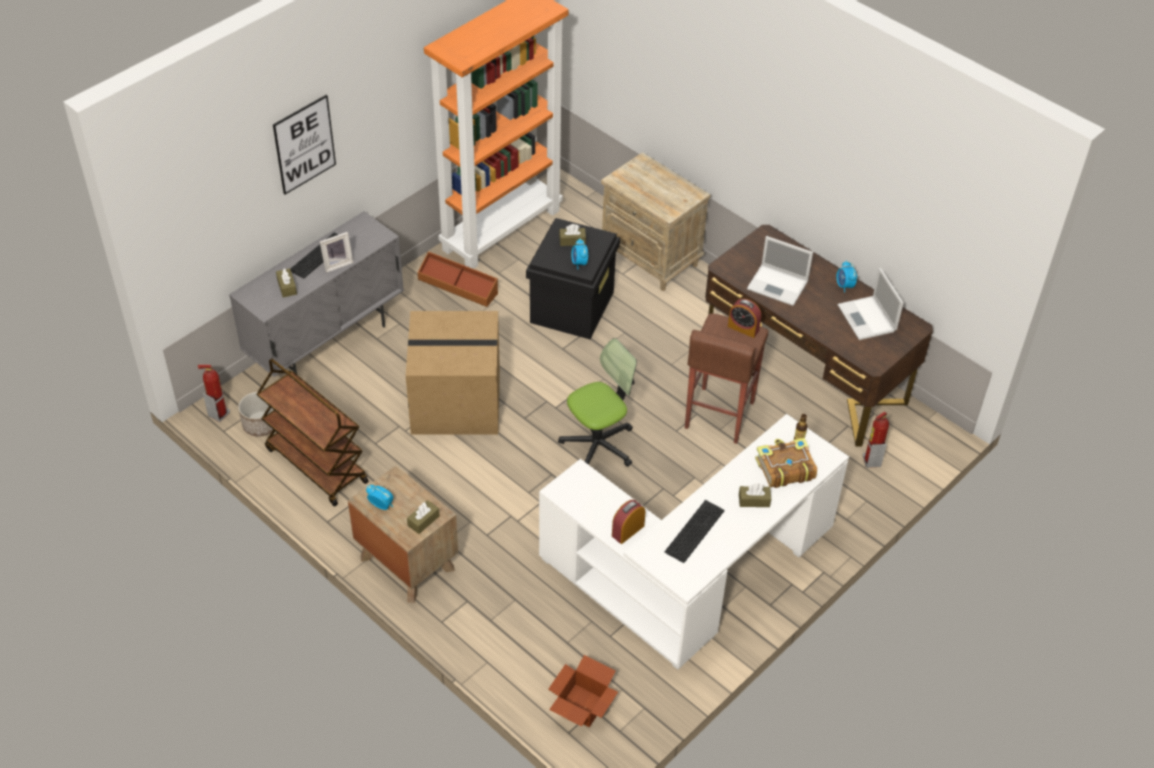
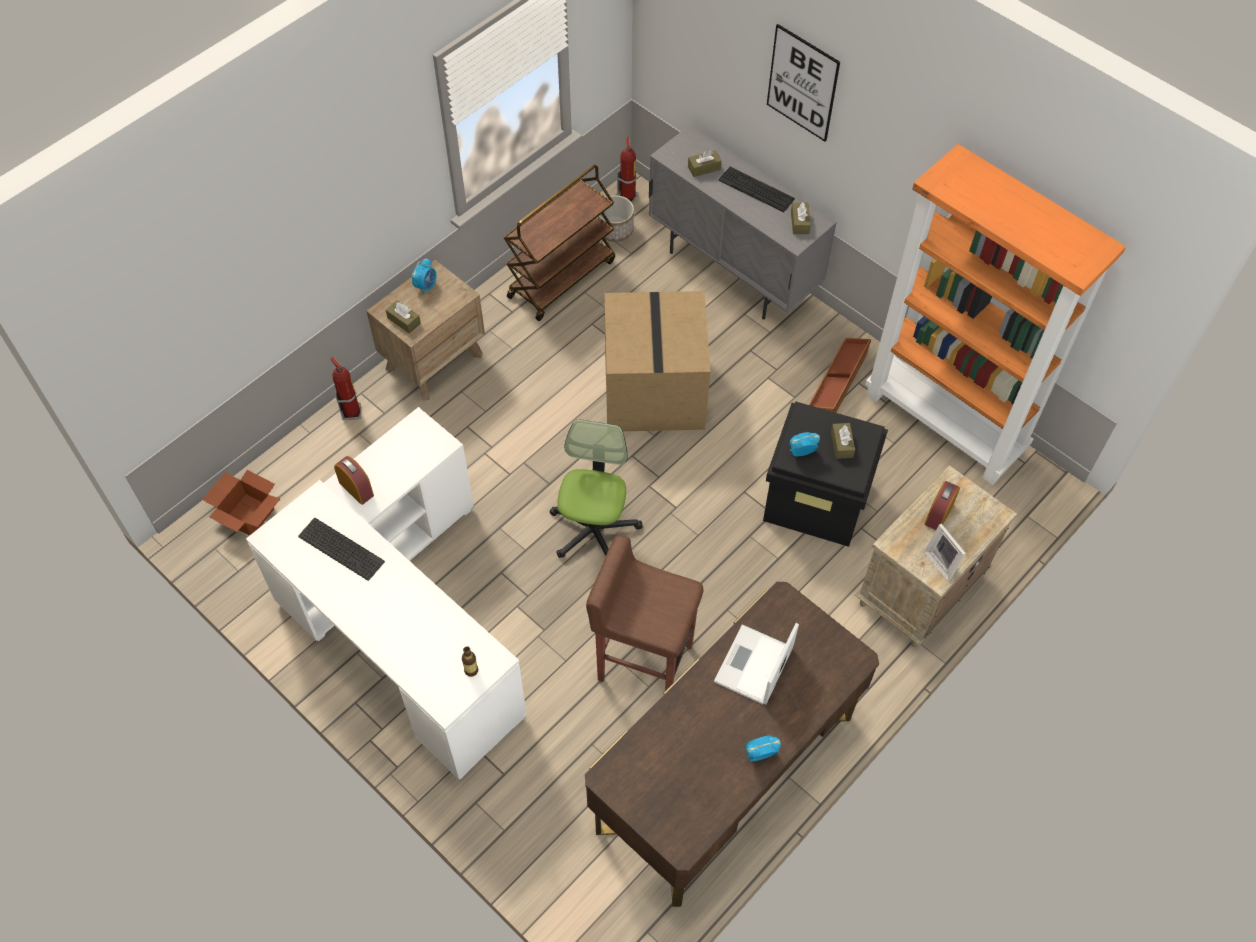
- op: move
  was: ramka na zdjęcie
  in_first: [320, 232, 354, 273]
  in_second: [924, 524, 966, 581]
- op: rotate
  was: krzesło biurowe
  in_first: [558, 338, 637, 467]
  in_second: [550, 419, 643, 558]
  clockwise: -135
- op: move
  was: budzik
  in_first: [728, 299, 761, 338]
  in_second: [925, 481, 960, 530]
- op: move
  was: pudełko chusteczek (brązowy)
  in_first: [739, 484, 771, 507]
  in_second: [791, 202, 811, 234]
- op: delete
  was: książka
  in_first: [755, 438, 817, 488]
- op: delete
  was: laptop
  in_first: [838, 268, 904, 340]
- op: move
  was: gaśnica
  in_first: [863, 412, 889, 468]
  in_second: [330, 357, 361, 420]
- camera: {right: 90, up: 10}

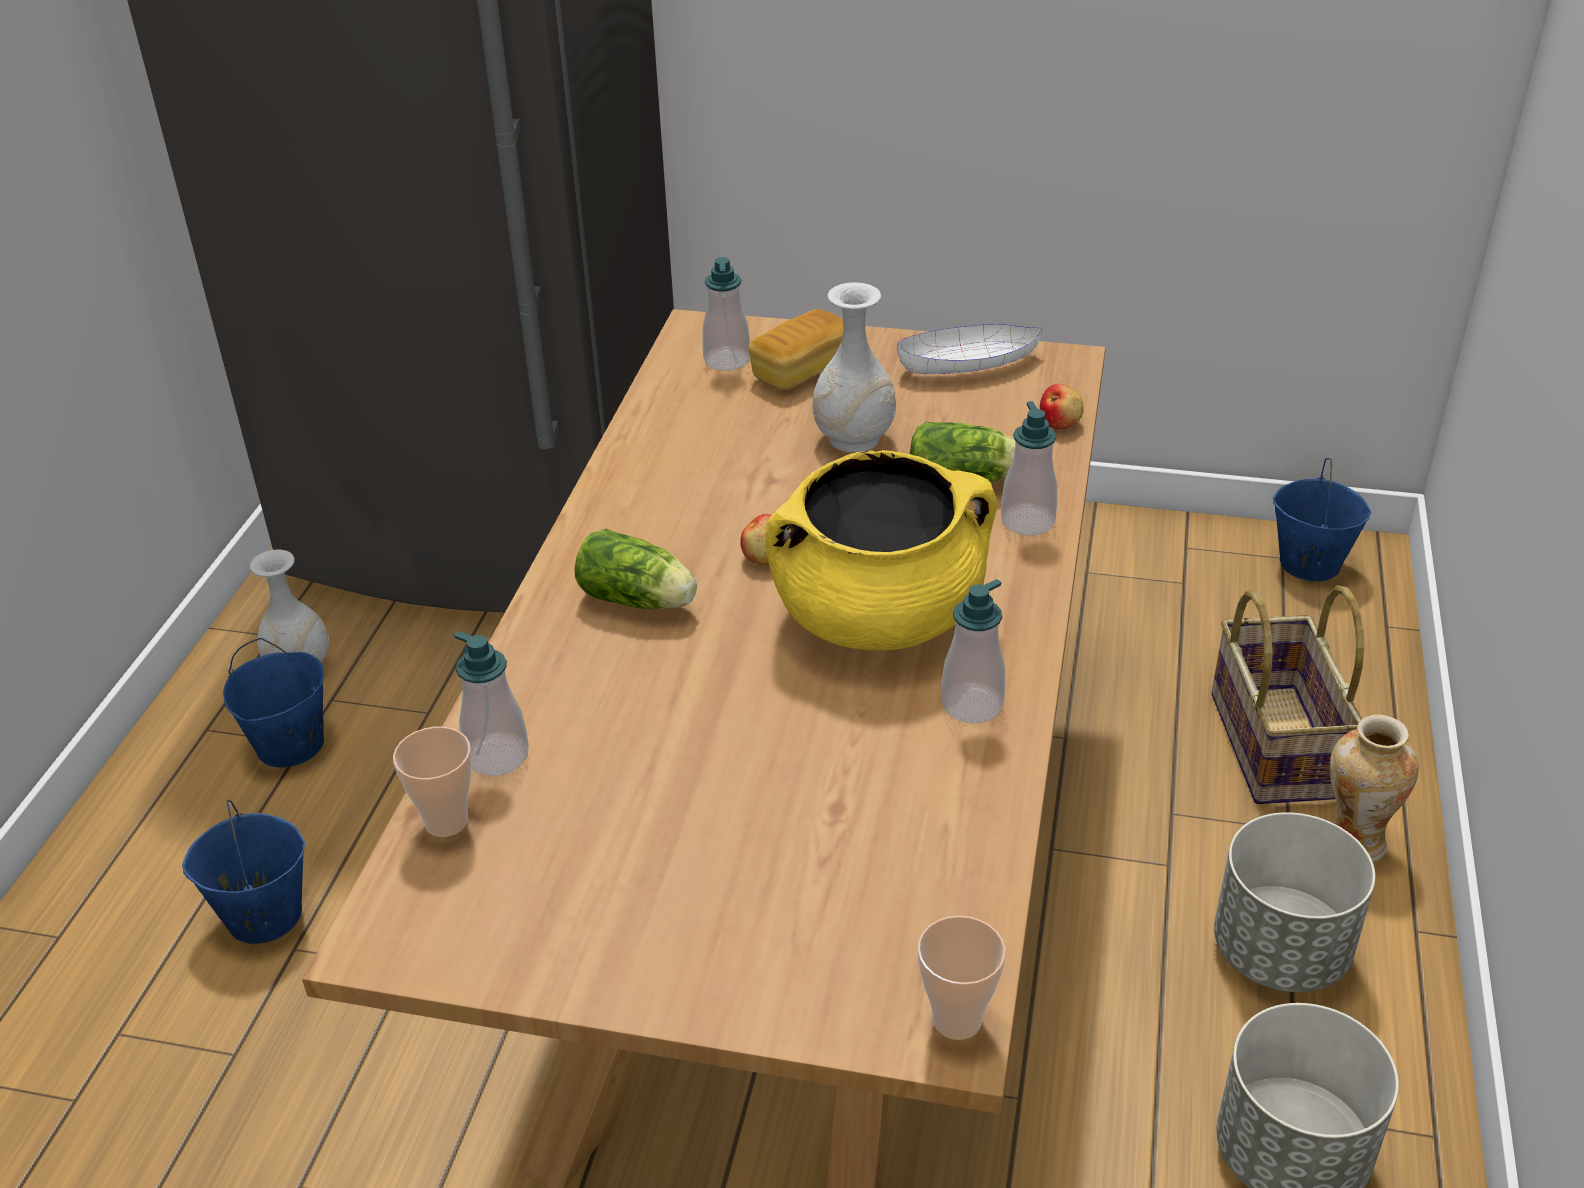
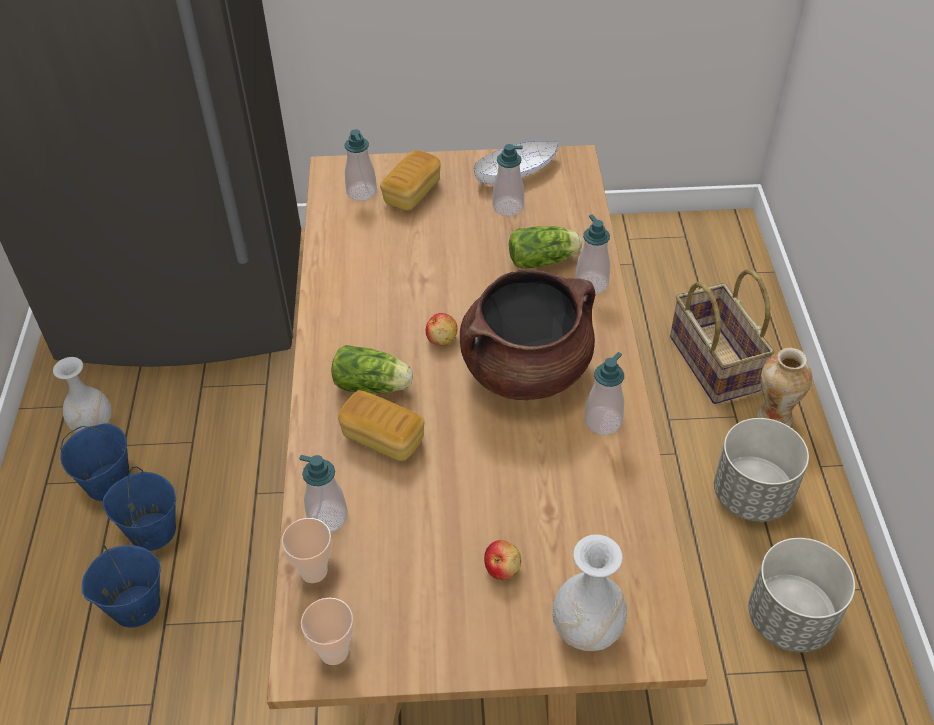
- op: recolor
  was: garnek (żółty)
  now: garnek (brązowy)
  in_first: [765, 450, 997, 650]
  in_second: [460, 270, 595, 400]
- op: move
  was: wazon (biały)
  in_first: [812, 282, 896, 453]
  in_second: [552, 535, 627, 651]
- op: move
  was: filiżanka
  in_first: [917, 916, 1006, 1040]
  in_second: [301, 598, 353, 665]
- op: move
  was: jabłko
  in_first: [1040, 384, 1084, 429]
  in_second: [484, 540, 521, 580]
- op: move
  was: wiadro (niebieski)
  in_first: [1273, 458, 1371, 581]
  in_second: [102, 467, 176, 551]
- op: insert
  now: chleb
  in_second: [338, 390, 425, 461]
- op: insert
  now: dozownik mydła
  in_second: [492, 144, 524, 216]
- camera: {right: -15, up: 10}

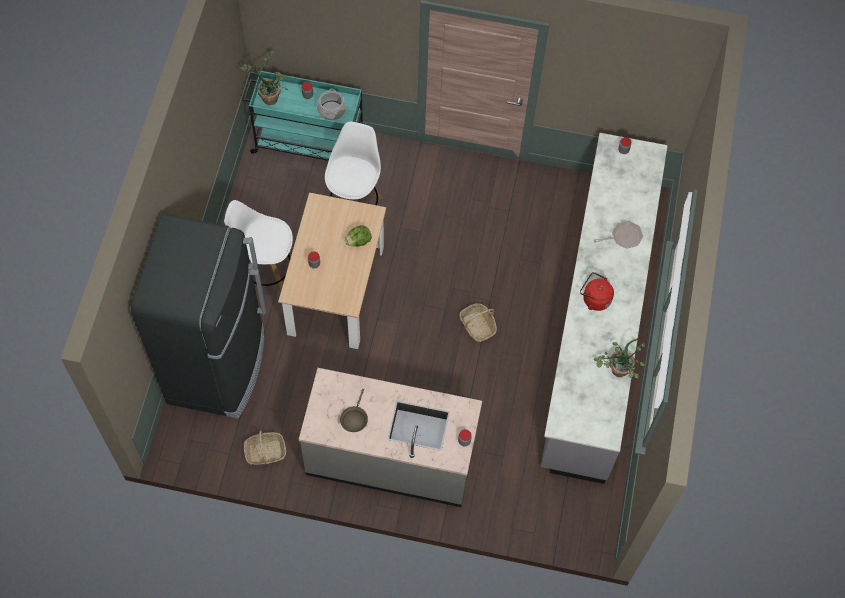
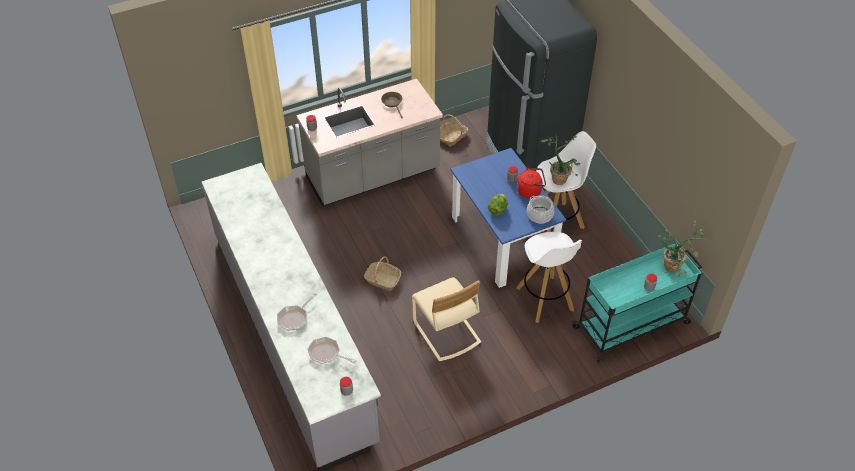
- op: recolor
  was: stół jadalny (beżowy)
  now: stół jadalny (niebieski)
  in_first: [278, 193, 386, 349]
  in_second: [450, 148, 566, 288]
- op: move
  was: garnek
  in_first: [317, 89, 346, 120]
  in_second: [527, 195, 554, 224]
- op: move
  was: czajnik (czerwony)
  in_first: [580, 272, 614, 311]
  in_second: [517, 168, 546, 198]
- op: move
  was: roślina doniczkowa
  in_first: [594, 339, 645, 378]
  in_second: [541, 135, 580, 185]
- op: insert
  now: patelnia
  in_second: [307, 336, 357, 364]
- op: insert
  now: krzesło (beżowy)
  in_second: [412, 277, 481, 362]
- camera: {right: 145, up: -15}

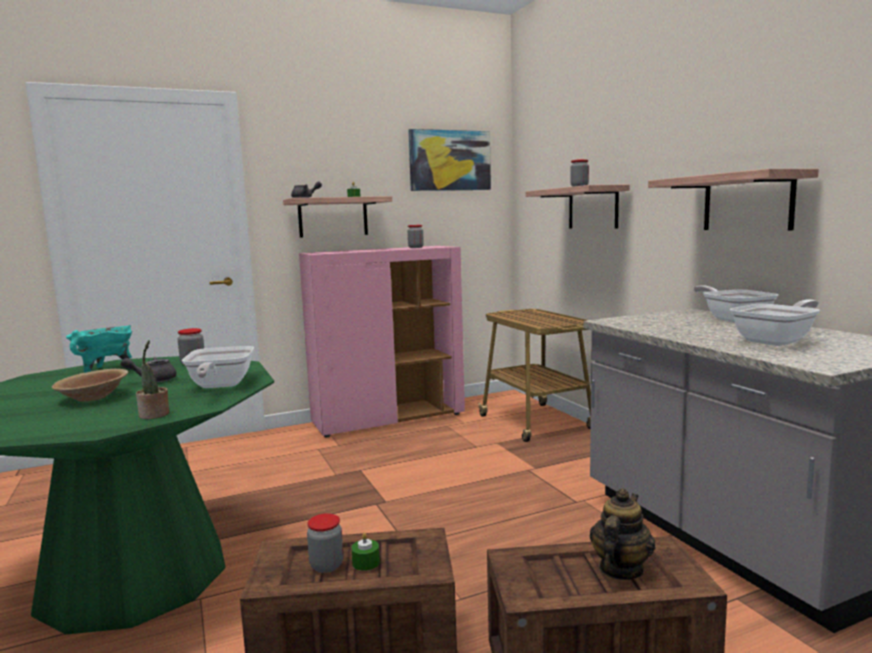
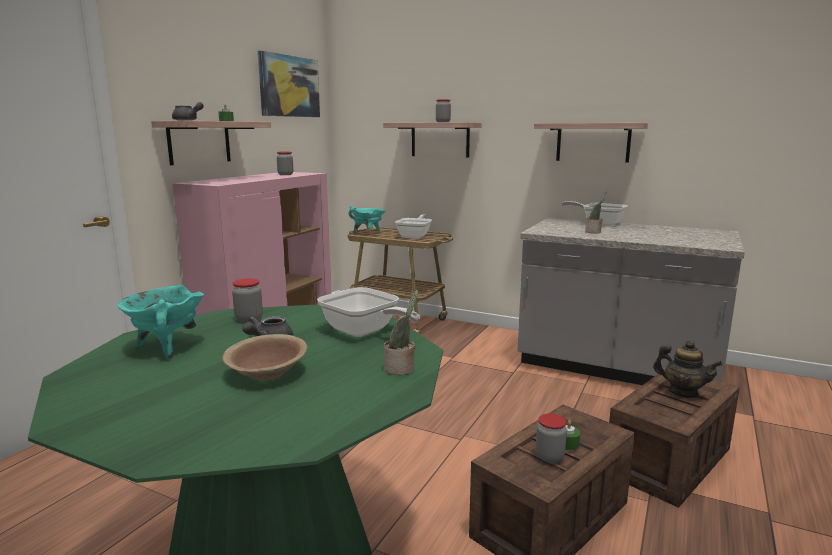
- op: rotate
  was: imbryk
  in_first: [589, 488, 656, 580]
  in_second: [653, 340, 723, 398]
  clockwise: 135
- op: move
  was: patelnia
  in_first: [730, 300, 820, 346]
  in_second: [395, 214, 432, 239]
- op: insert
  now: garnek (turkusowy)
  in_second: [349, 205, 386, 232]
- op: insert
  now: roślina doniczkowa
  in_second: [585, 189, 607, 233]
- camera: {right: -40, up: 5}

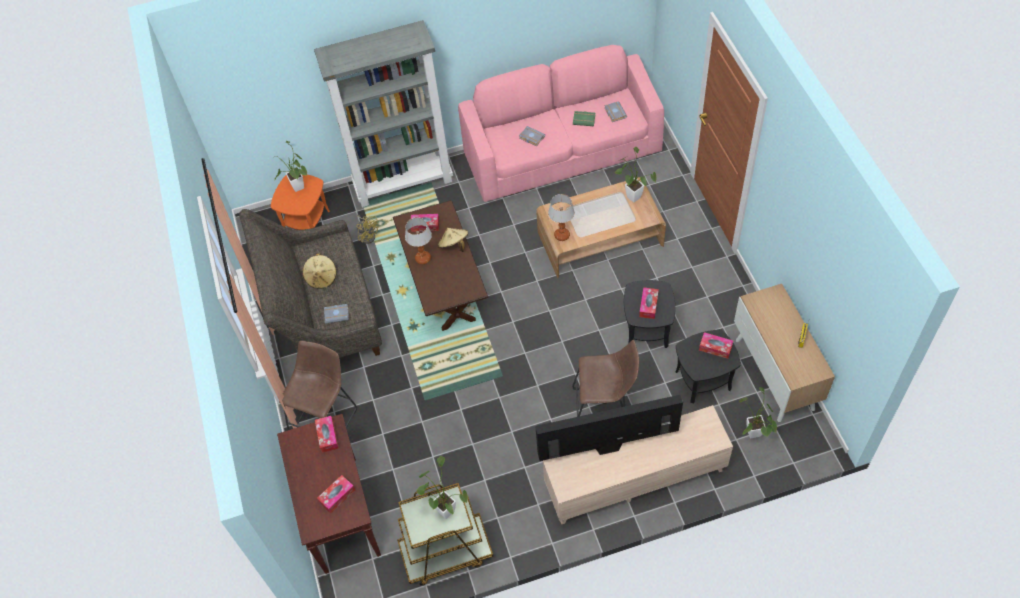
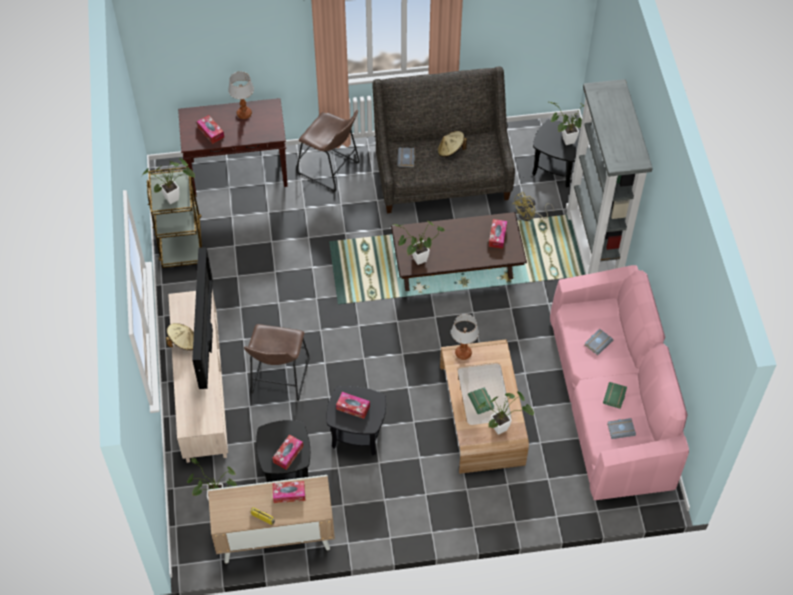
- op: recolor
  was: stolik (pomarańczowy)
  now: stolik (czarny)
  in_first: [271, 175, 330, 230]
  in_second: [532, 119, 580, 188]
- op: move
  was: pudełko chusteczek
  in_first: [315, 416, 339, 453]
  in_second: [272, 481, 305, 503]
- op: move
  was: lampa stołowa
  in_first: [405, 217, 432, 264]
  in_second: [228, 72, 254, 119]
- op: move
  was: kapelusz (beżowy)
  in_first: [438, 228, 468, 252]
  in_second: [166, 323, 194, 351]
- op: insert
  now: roślina doniczkowa
  in_second: [393, 220, 445, 265]
- op: insert
  now: książka (zielony)
  in_second: [468, 387, 494, 414]
- camera: {right: 95, up: 0}

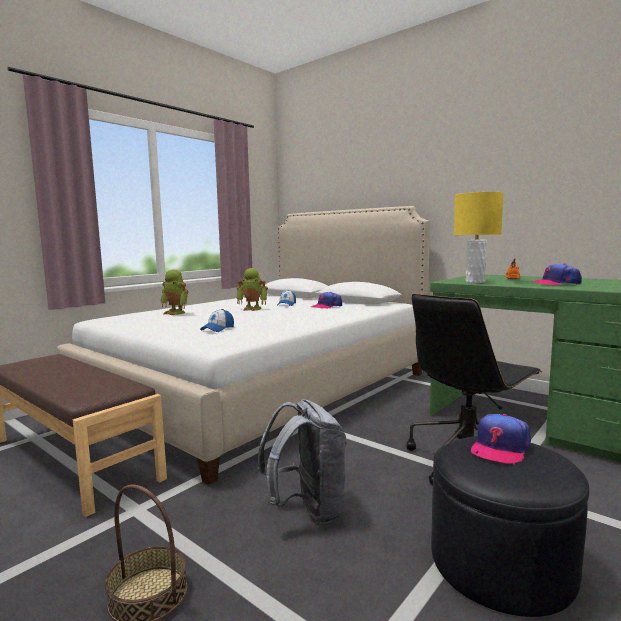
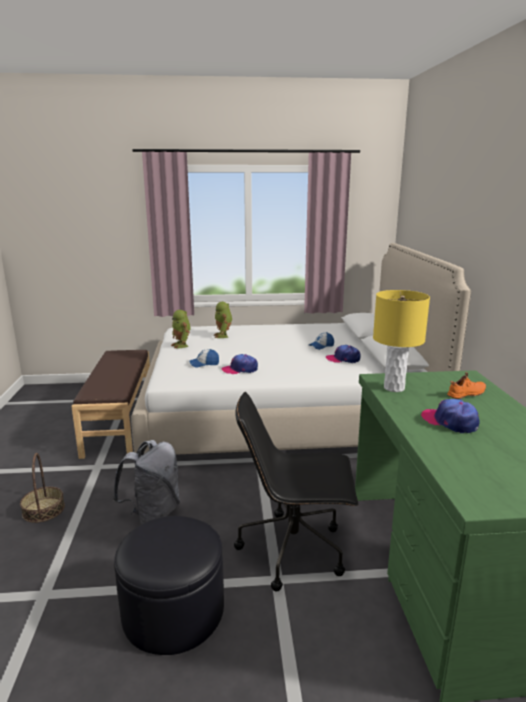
- op: move
  was: robot zabawkowy
  in_first: [236, 268, 268, 311]
  in_second: [171, 310, 191, 349]
- op: move
  was: czapka z daszkiem
  in_first: [471, 414, 531, 465]
  in_second: [222, 354, 258, 374]
- camera: {right: 45, up: 10}

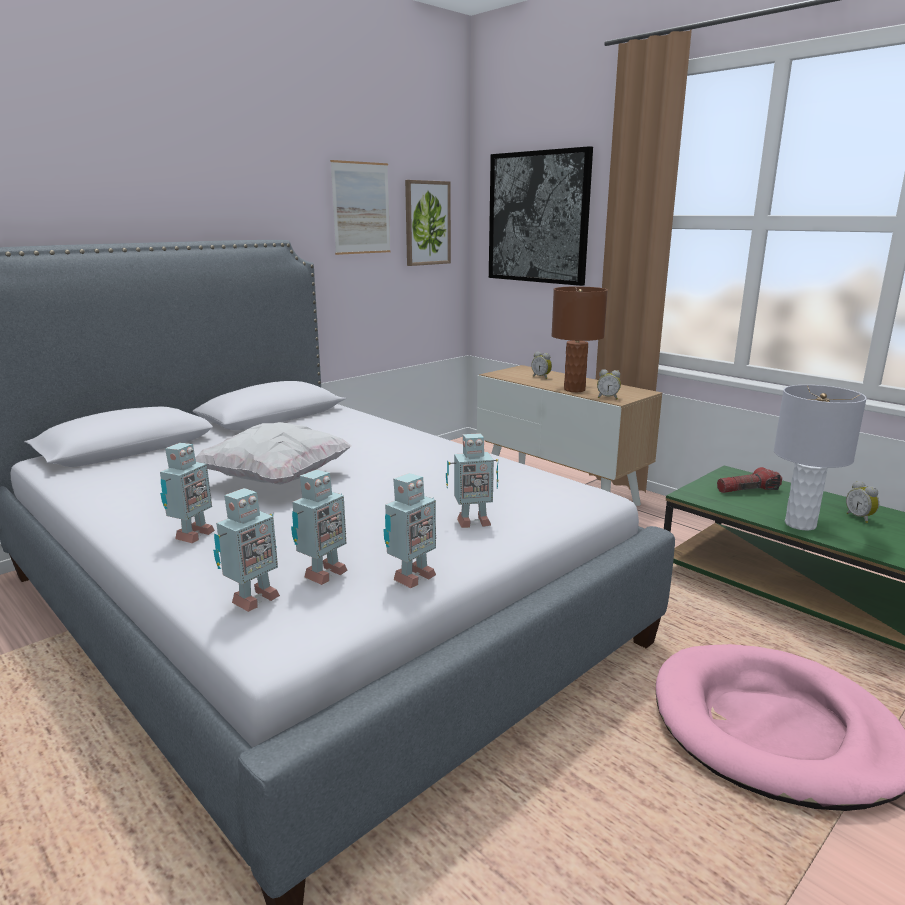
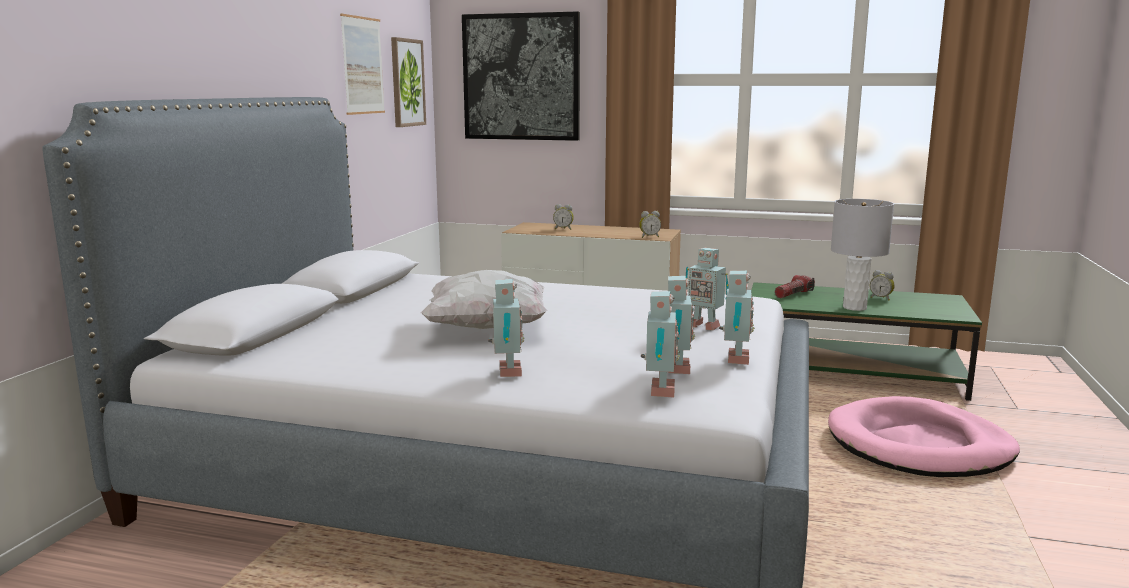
- op: rotate
  was: robot zabawkowy
  in_first: [446, 433, 499, 528]
  in_second: [686, 248, 729, 331]
  clockwise: 75
- op: delete
  was: lampa stołowa (brązowy)
  in_first: [551, 287, 608, 392]
- camera: {right: -30, up: -5}

